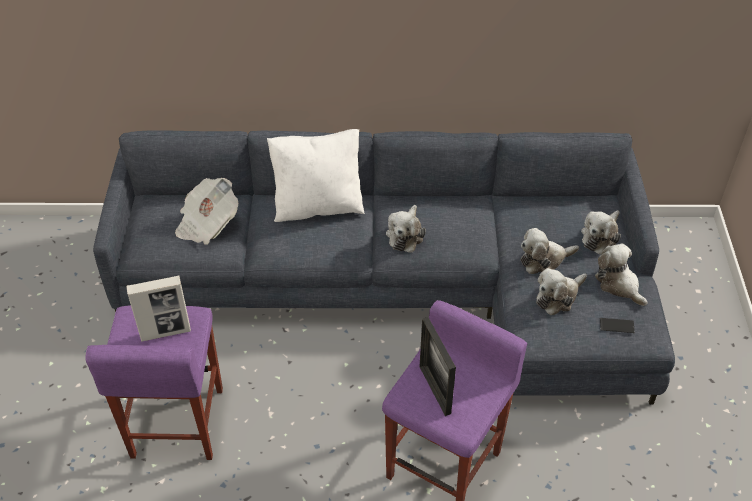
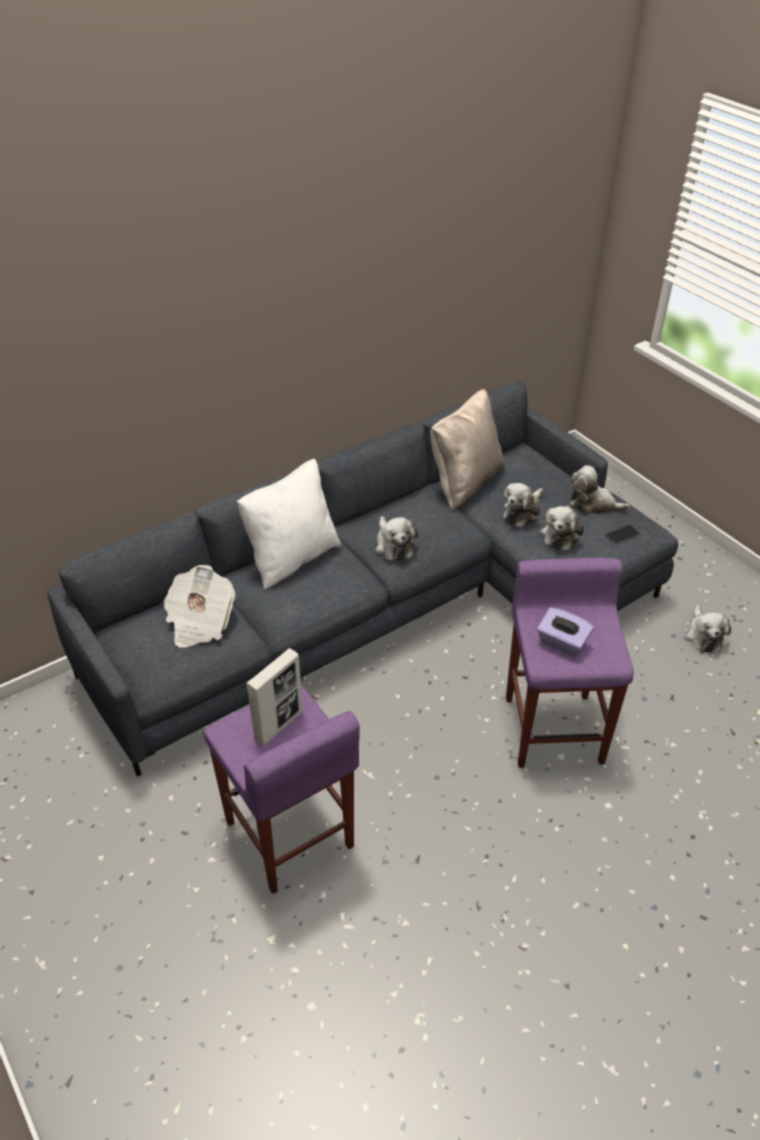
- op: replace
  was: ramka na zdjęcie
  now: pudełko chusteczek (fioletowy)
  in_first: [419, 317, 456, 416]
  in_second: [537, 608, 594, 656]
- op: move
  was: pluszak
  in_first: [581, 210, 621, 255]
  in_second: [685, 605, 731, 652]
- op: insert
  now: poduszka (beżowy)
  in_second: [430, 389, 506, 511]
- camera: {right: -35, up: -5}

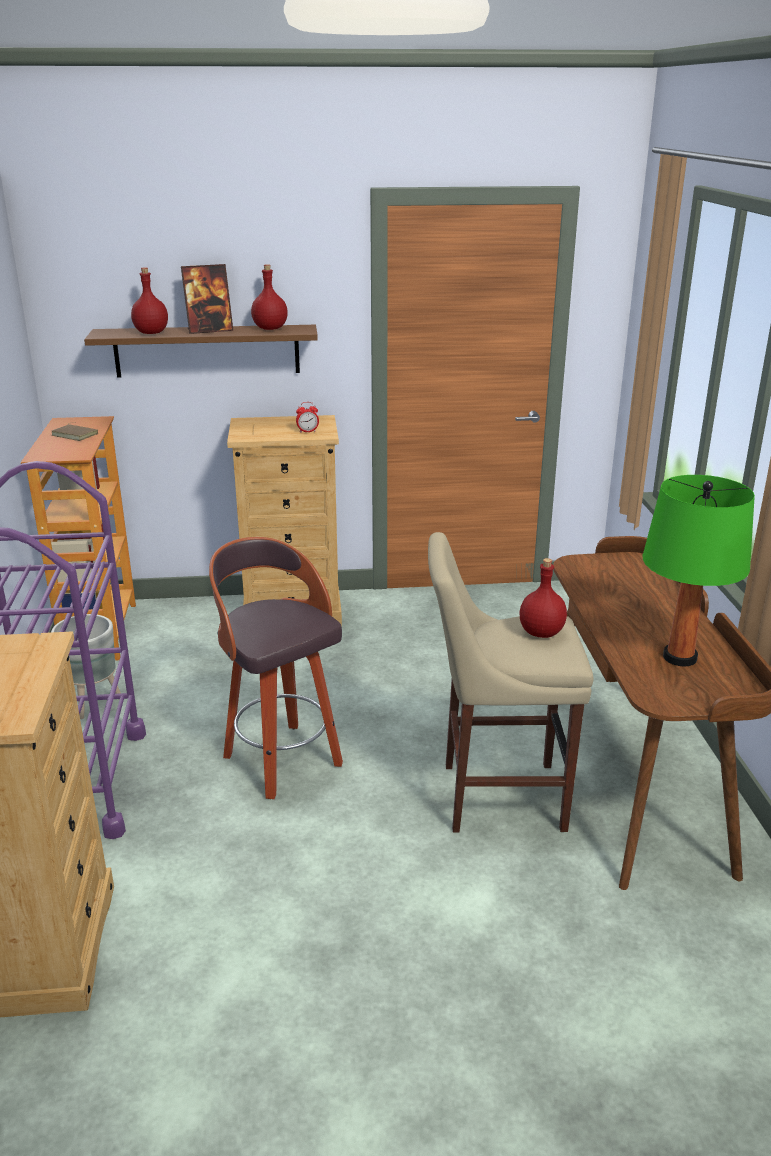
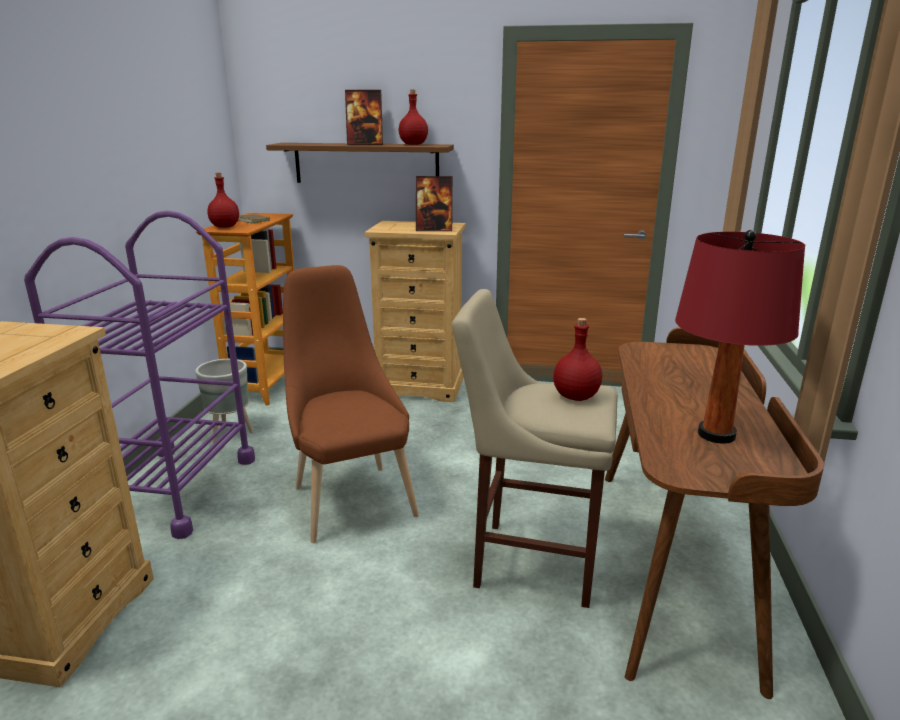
- op: move
  was: butelka (czerwony)
  in_first: [131, 268, 168, 334]
  in_second: [207, 173, 239, 228]
- op: replace
  was: stołek
  now: krzesło (brązowy)
  in_first: [209, 537, 343, 799]
  in_second: [283, 265, 419, 543]
- op: replace
  was: budzik
  now: ramka na zdjęcie
  in_first: [296, 402, 319, 433]
  in_second: [416, 176, 453, 231]
- op: recolor
  was: lampa stołowa (zielony)
  now: lampa stołowa (czerwony)
  in_first: [643, 475, 755, 666]
  in_second: [675, 230, 805, 444]
- camera: {right: 15, up: -5}

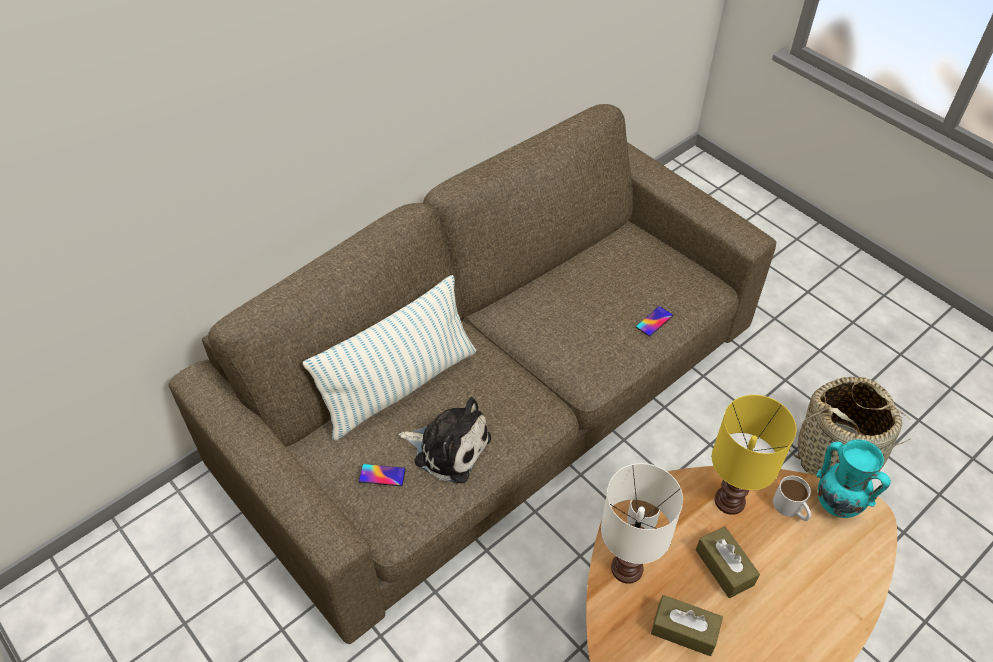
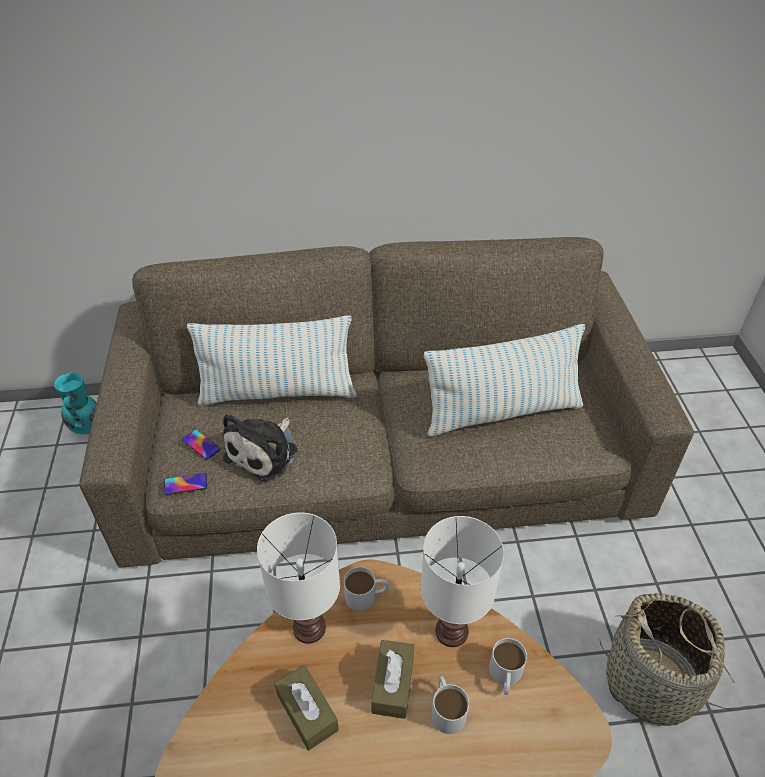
- op: rotate
  was: pluszak
  in_first: [399, 397, 491, 483]
  in_second: [223, 413, 298, 482]
  clockwise: 60
- op: move
  was: telefon
  in_first: [636, 306, 673, 337]
  in_second: [164, 473, 207, 495]
- op: recolor
  was: lampa stołowa (żółty)
  now: lampa stołowa (biały)
  in_first: [712, 395, 796, 515]
  in_second: [420, 516, 504, 647]
- op: move
  was: wazon (turkusowy)
  in_first: [817, 440, 891, 518]
  in_second: [54, 372, 97, 434]
- op: insert
  now: poduszka
  in_second: [424, 324, 585, 437]
- op: insert
  now: kubek (biały)
  in_second: [432, 676, 469, 734]
- camera: {right: 35, up: -5}

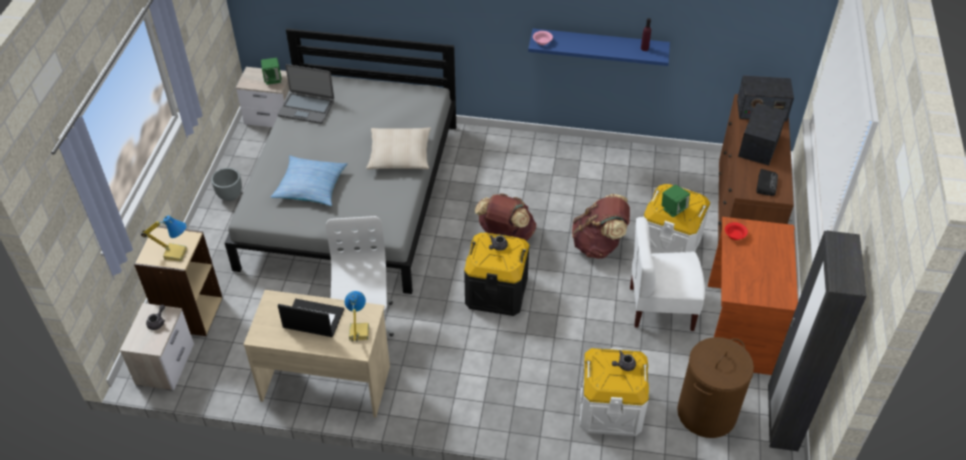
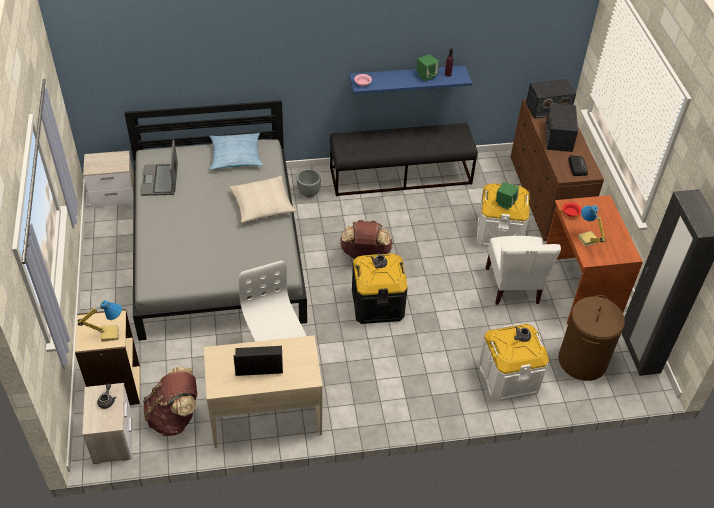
- op: move
  was: donica (szary)
  in_first: [211, 168, 242, 201]
  in_second: [297, 169, 321, 198]
- op: move
  was: głośnik (zielony)
  in_first: [261, 58, 282, 85]
  in_second: [417, 54, 439, 81]
- op: move
  was: poduszka
  in_first: [271, 156, 348, 206]
  in_second: [209, 133, 263, 169]
- op: rotate
  was: laptop
  in_first: [278, 64, 334, 124]
  in_second: [141, 140, 178, 196]
  clockwise: 90
- op: move
  was: lampa stołowa
  in_first: [344, 291, 369, 342]
  in_second: [578, 205, 606, 246]
- op: move
  was: plecak (brązowy)
  in_first: [572, 194, 630, 259]
  in_second: [143, 367, 197, 436]
- op: rotate
  was: krzesło (biały)
  in_first: [630, 217, 705, 331]
  in_second: [486, 236, 561, 305]
  clockwise: -75
- op: insert
  now: ławka (czarny)
  in_second: [329, 123, 478, 196]
- camera: {right: -20, up: 0}

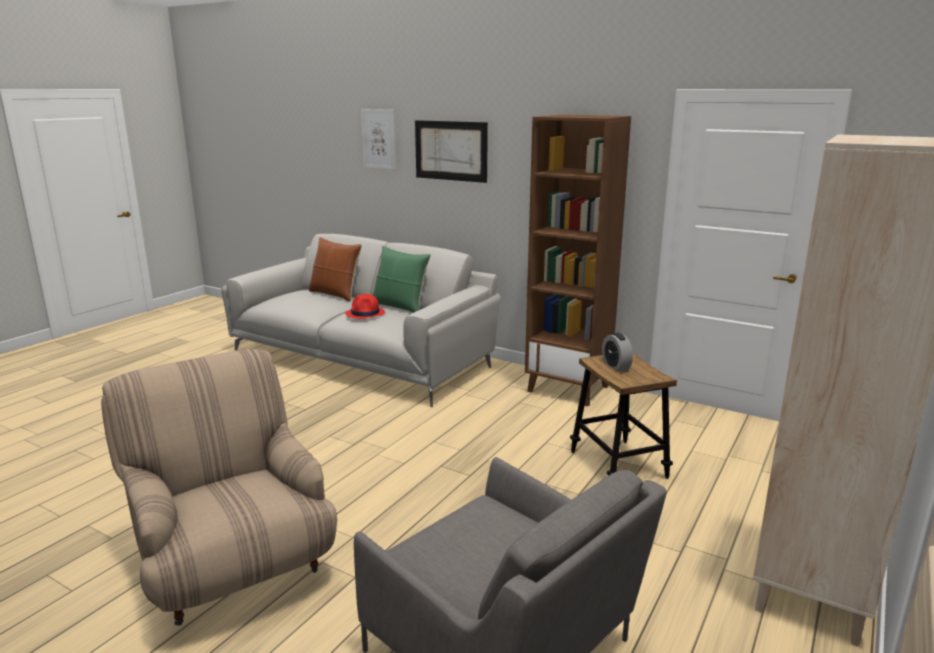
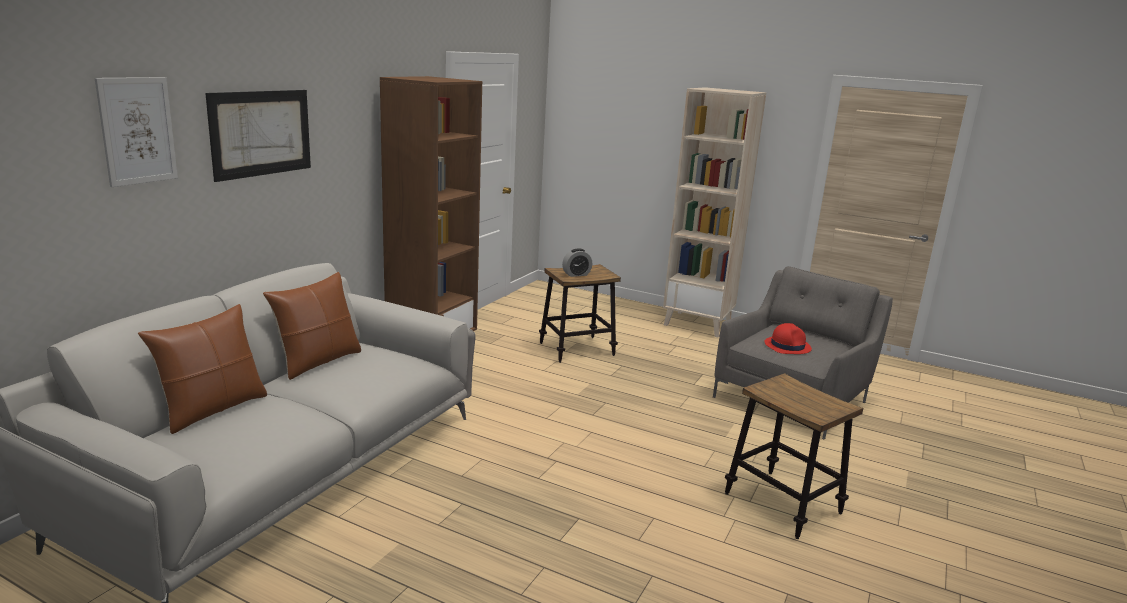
- op: replace
  was: fotel (beżowy)
  now: stołek
  in_first: [101, 349, 337, 626]
  in_second: [725, 373, 863, 539]
- op: move
  was: kapelusz (czerwony)
  in_first: [345, 294, 385, 319]
  in_second: [764, 323, 812, 354]
- op: recolor
  was: poduszka (zielony)
  now: poduszka (brązowy)
  in_first: [373, 246, 430, 313]
  in_second: [263, 272, 361, 380]
- camera: {right: -95, up: 0}

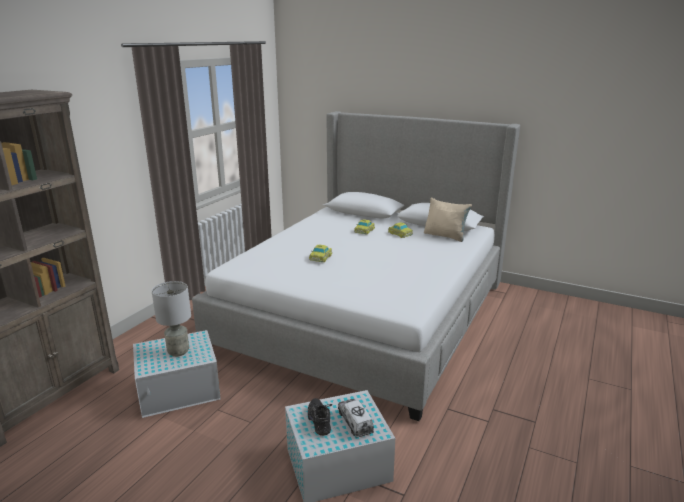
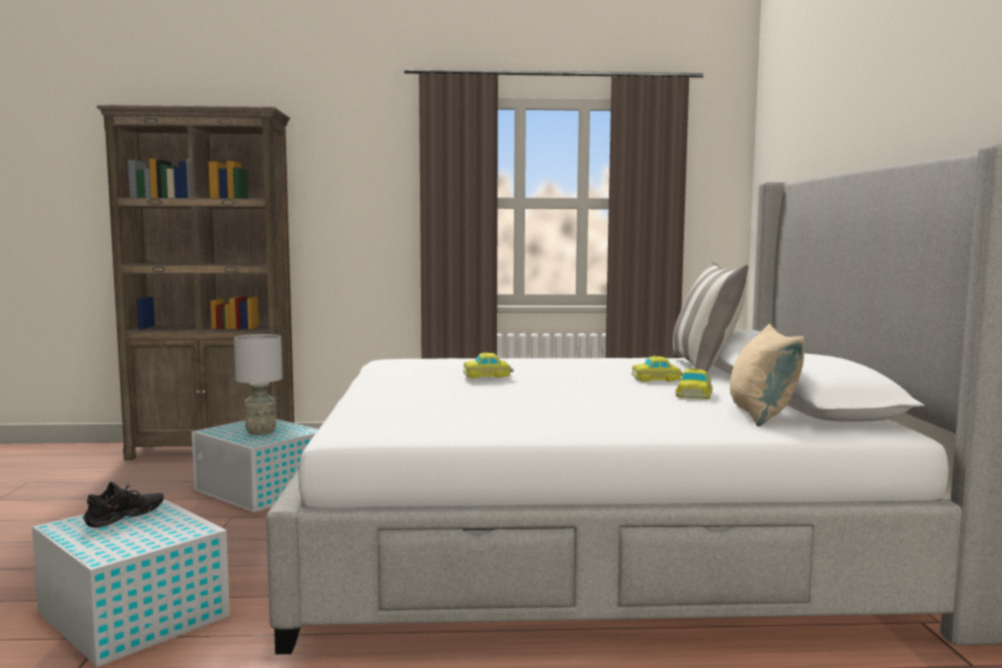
- op: delete
  was: ciężarówka zabawkowa
  in_first: [338, 399, 374, 438]
- op: insert
  now: poduszka
  in_second: [673, 261, 748, 372]
- camera: {right: 60, up: -15}

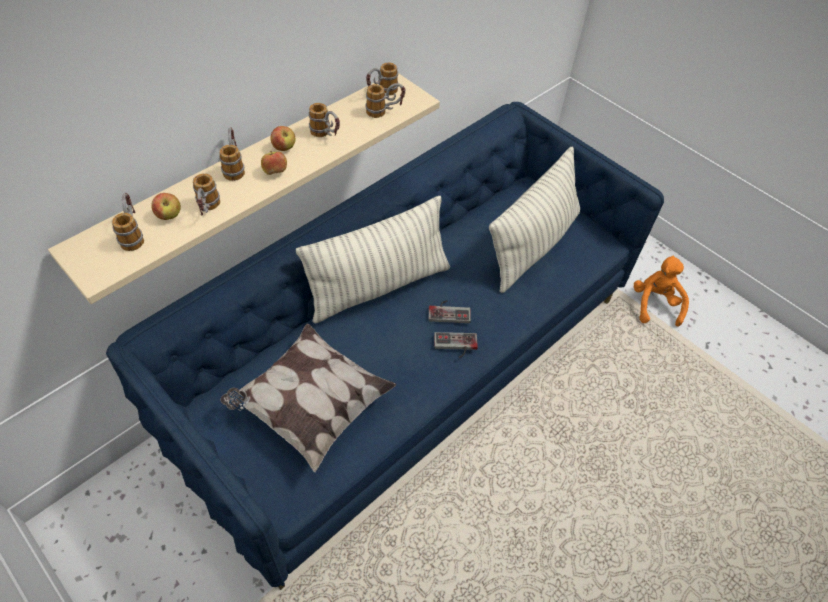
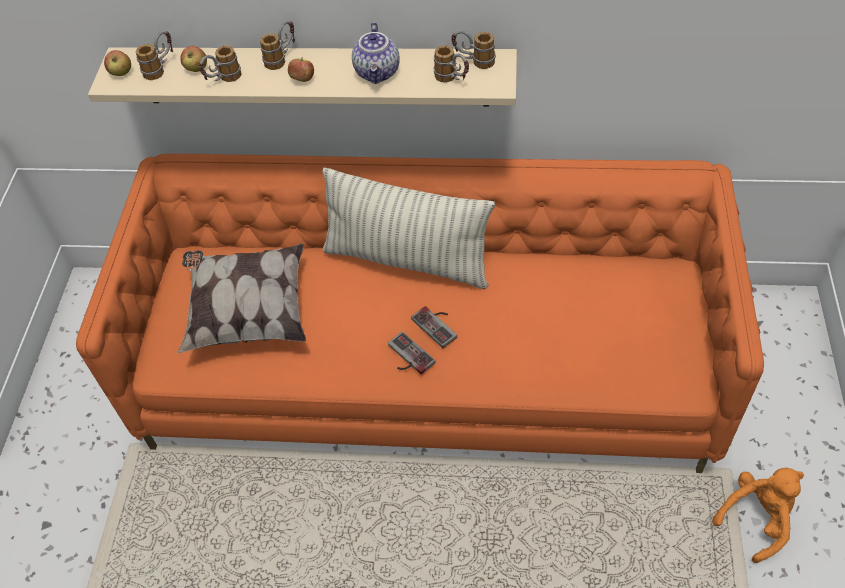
- op: recolor
  was: kanapa (niebieski)
  now: kanapa (pomarańczowy)
  in_first: [106, 102, 664, 590]
  in_second: [76, 154, 764, 473]
- op: move
  was: jabłko
  in_first: [270, 126, 295, 151]
  in_second: [104, 50, 131, 76]
- op: replace
  was: kubek
  now: imbryk
  in_first: [309, 103, 340, 137]
  in_second: [352, 22, 400, 84]
- op: delete
  was: poduszka
  in_first: [489, 146, 580, 293]
- camera: {right: 55, up: 0}

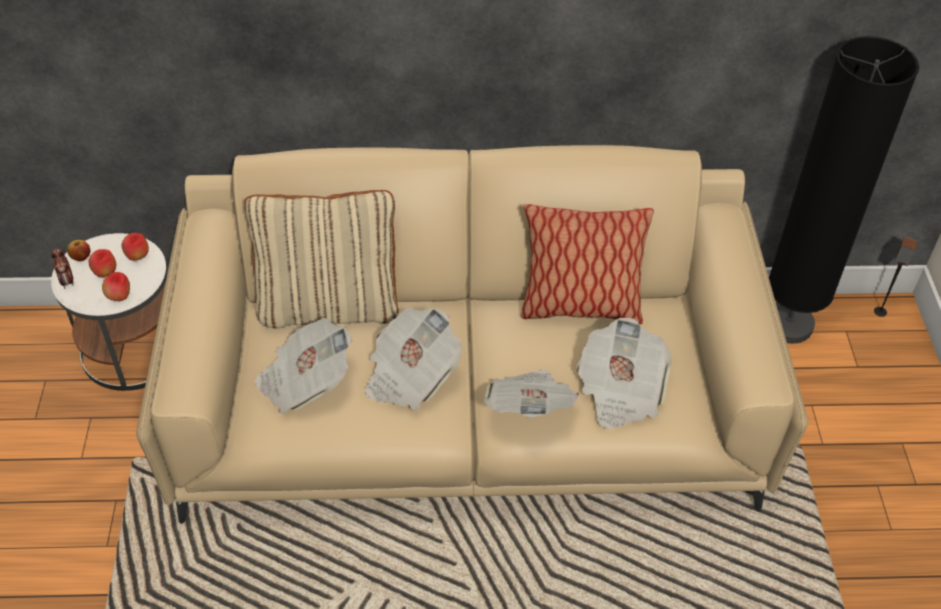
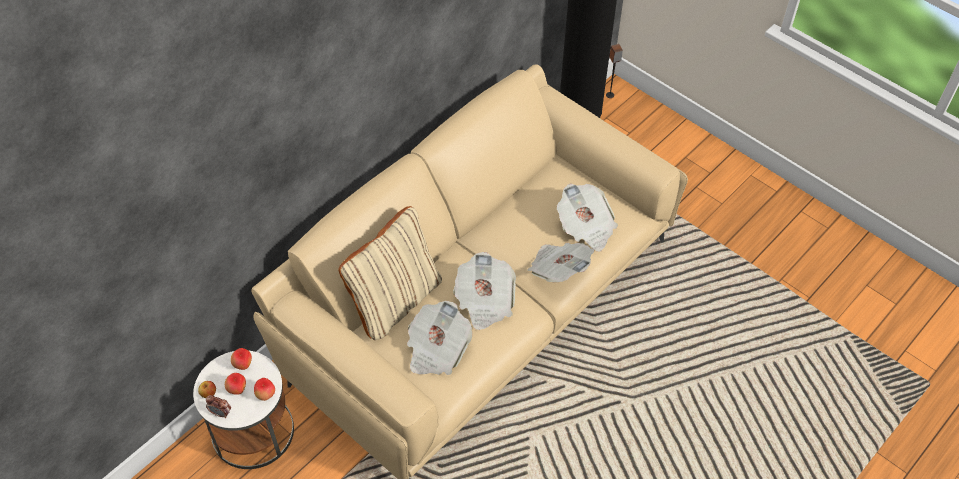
- op: delete
  was: poduszka
  in_first: [521, 204, 654, 324]
- camera: {right: -45, up: 5}

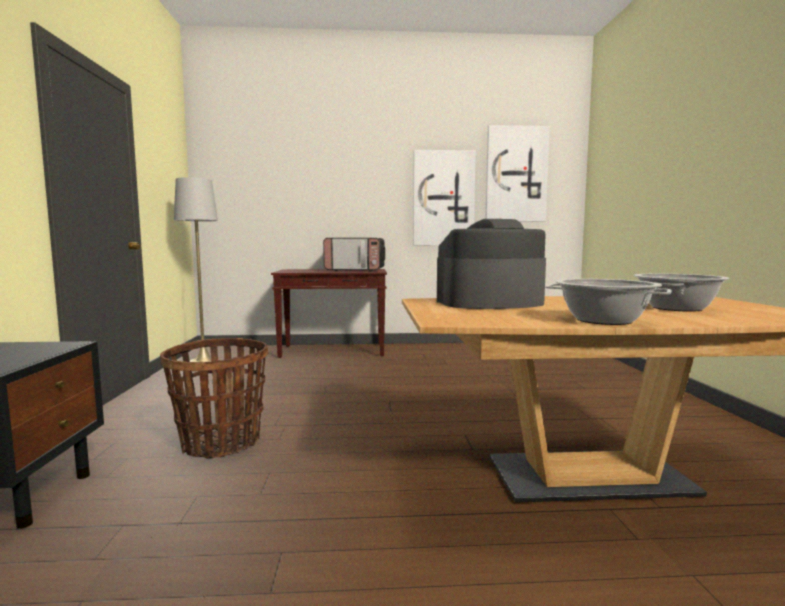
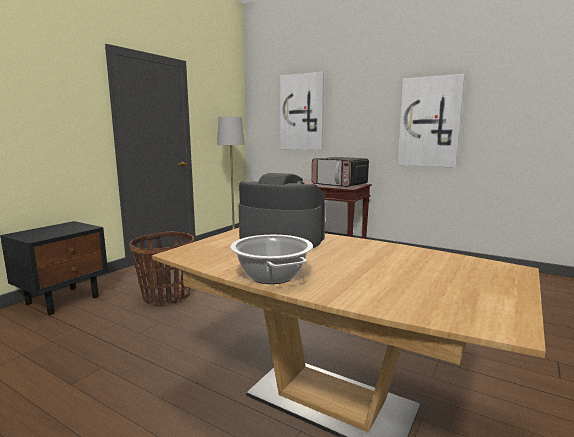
- op: move
  was: obraz
  in_first: [485, 125, 550, 222]
  in_second: [280, 72, 324, 150]
- op: delete
  was: garnek
  in_first: [634, 274, 729, 312]
- camera: {right: 35, up: 5}

